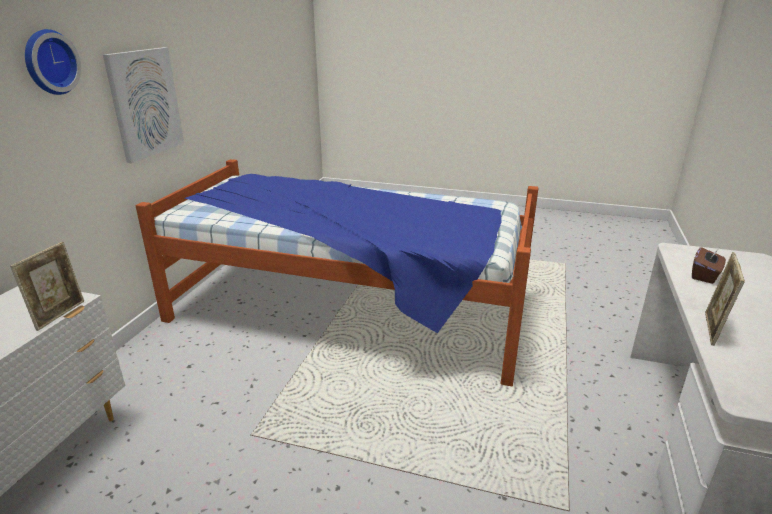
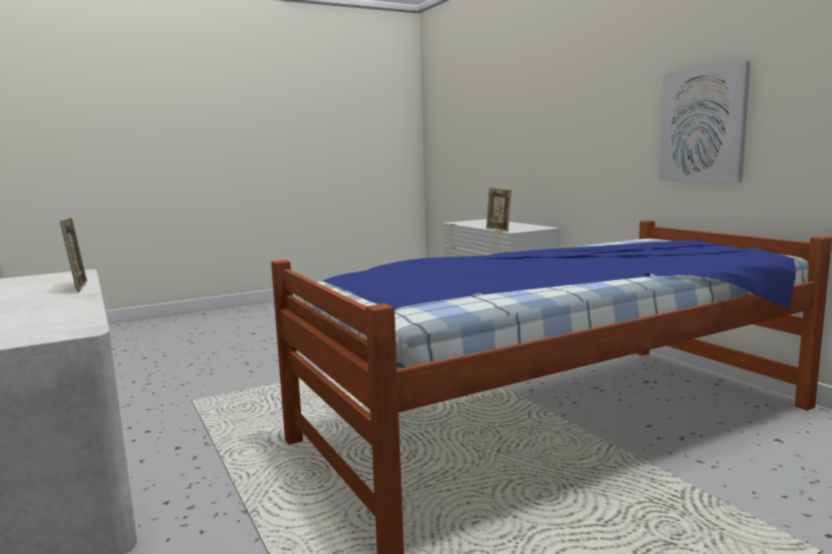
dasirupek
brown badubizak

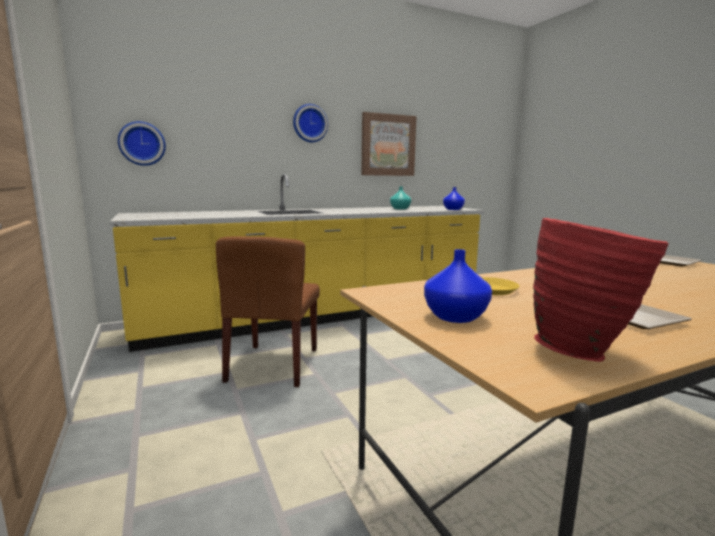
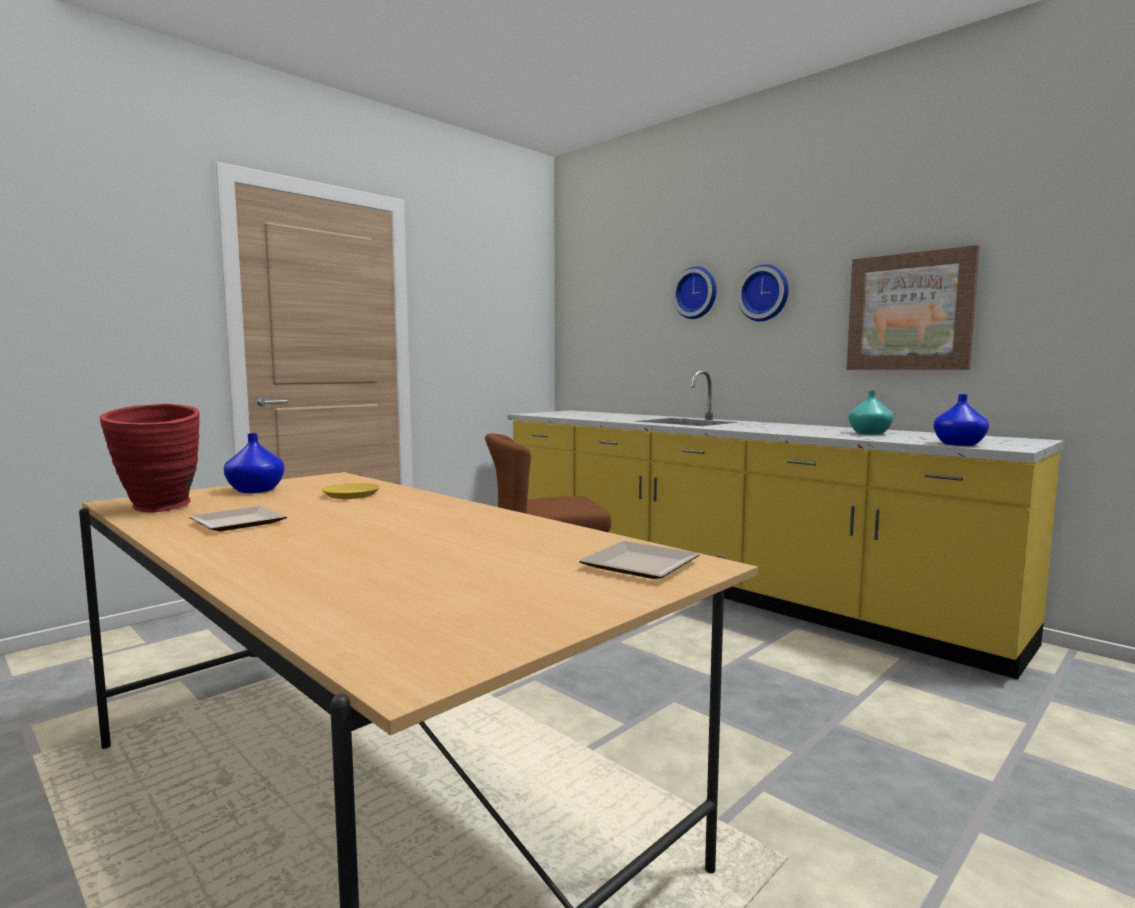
dasirupek (no. 1 from left)

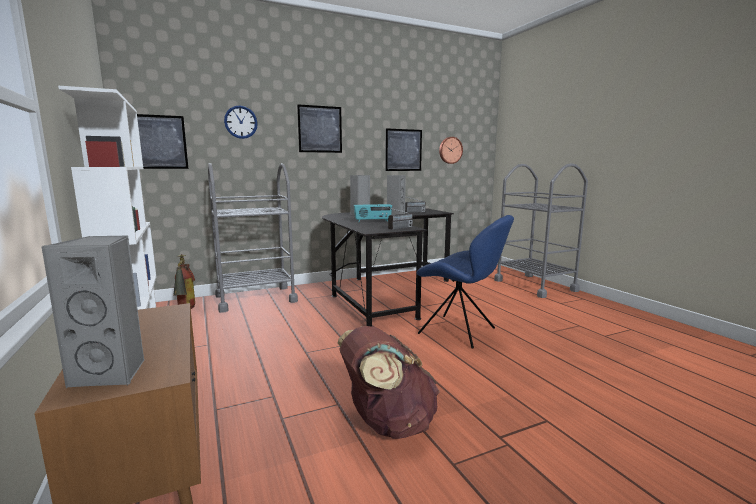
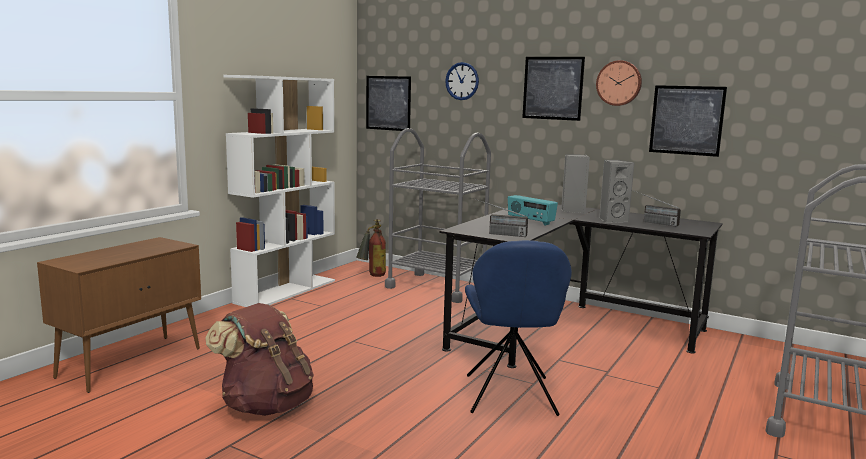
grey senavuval (no. 1 from left in the first image)
dasirupek (no. 2 from left)

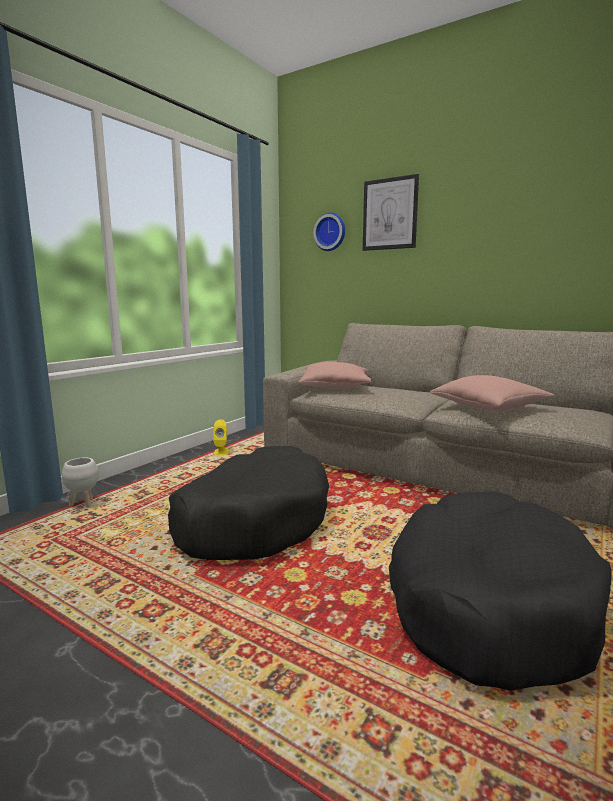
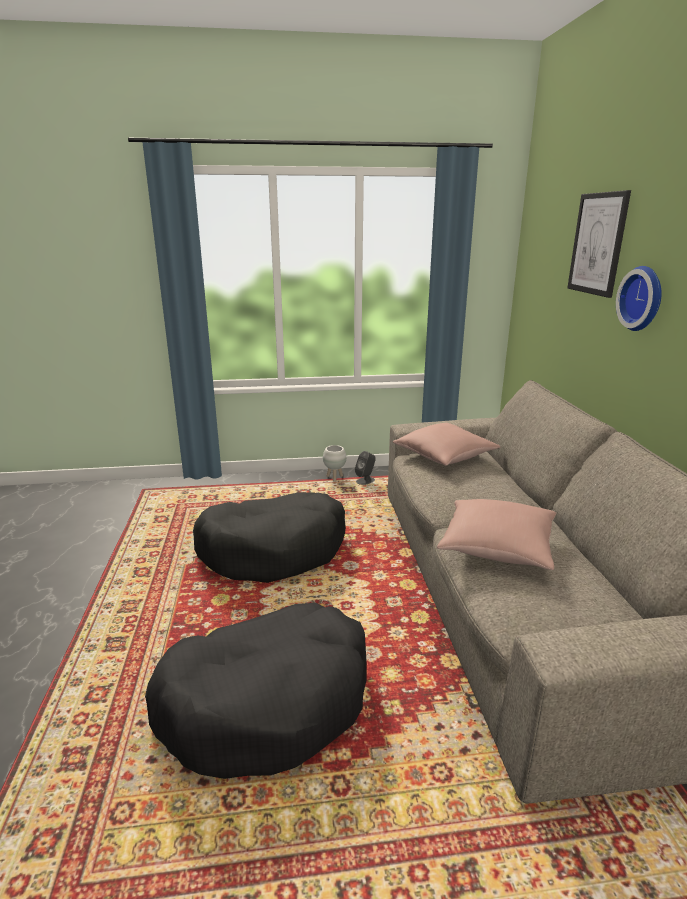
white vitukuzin
grey senavuval
dasirupek

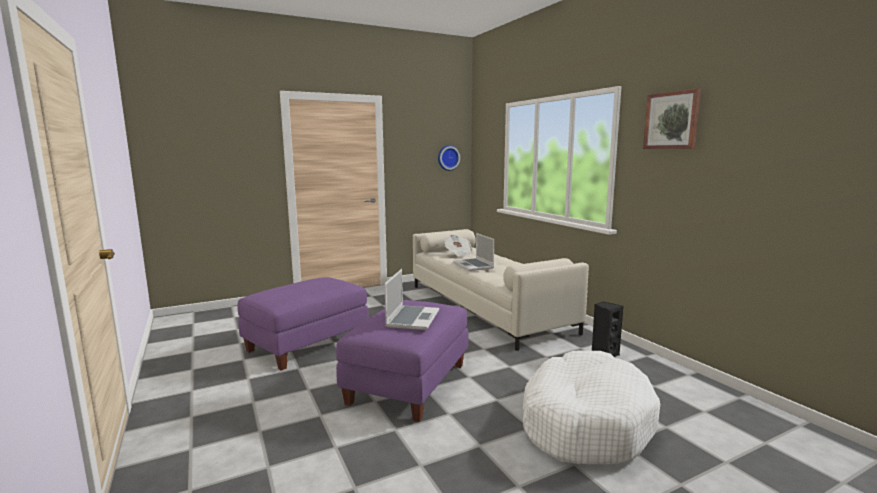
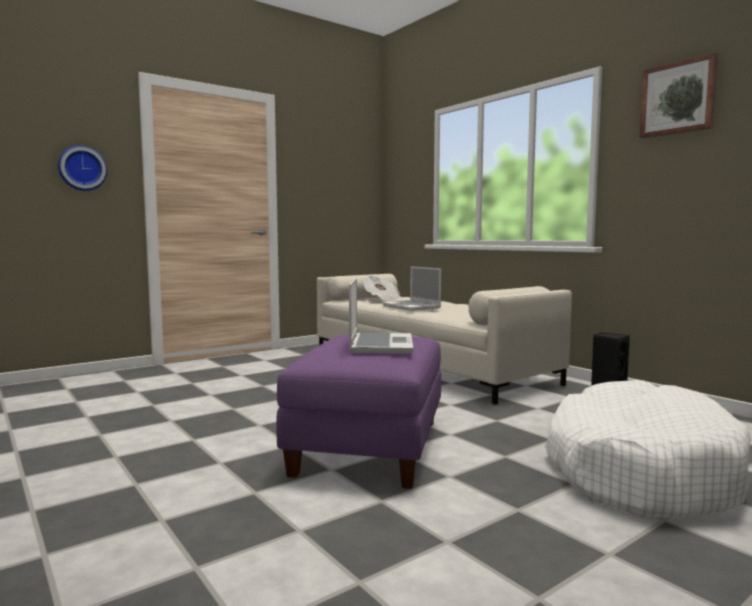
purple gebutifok (no. 1 from left in the first image)
dasirupek

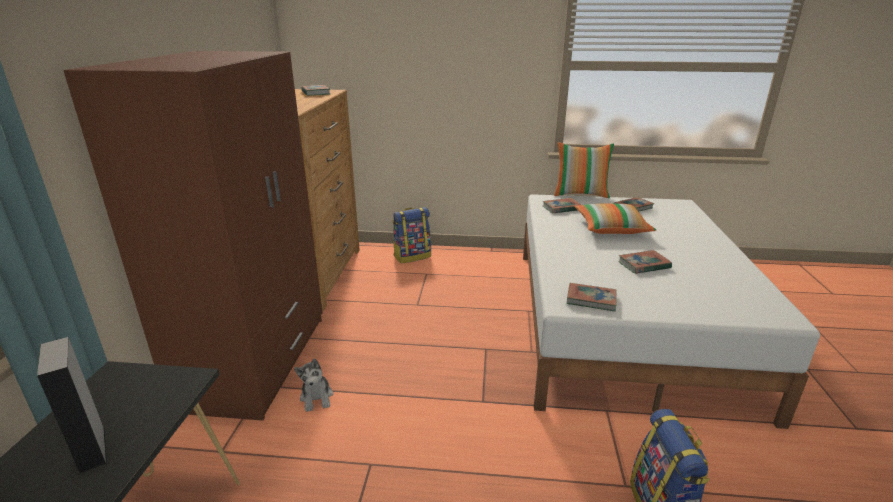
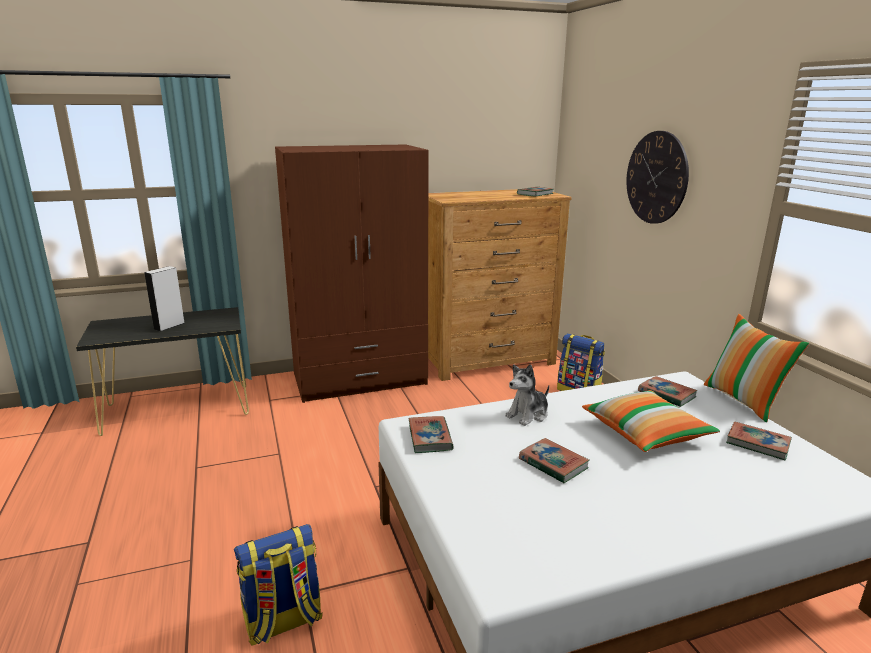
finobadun
dasirupek

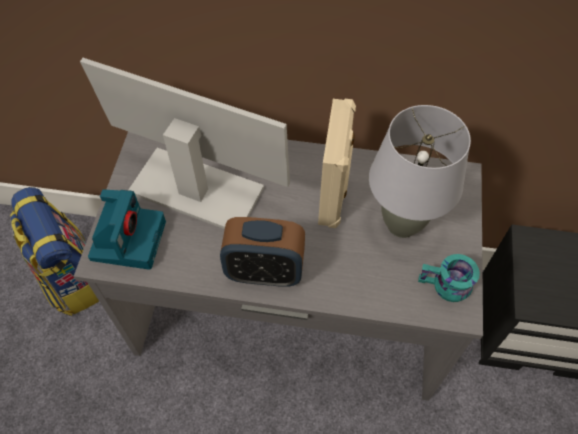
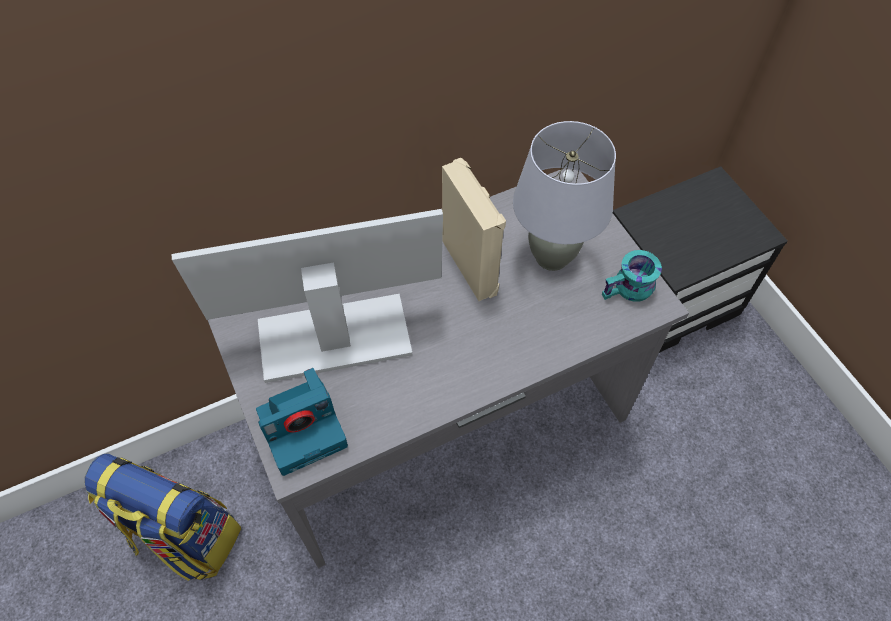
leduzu
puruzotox

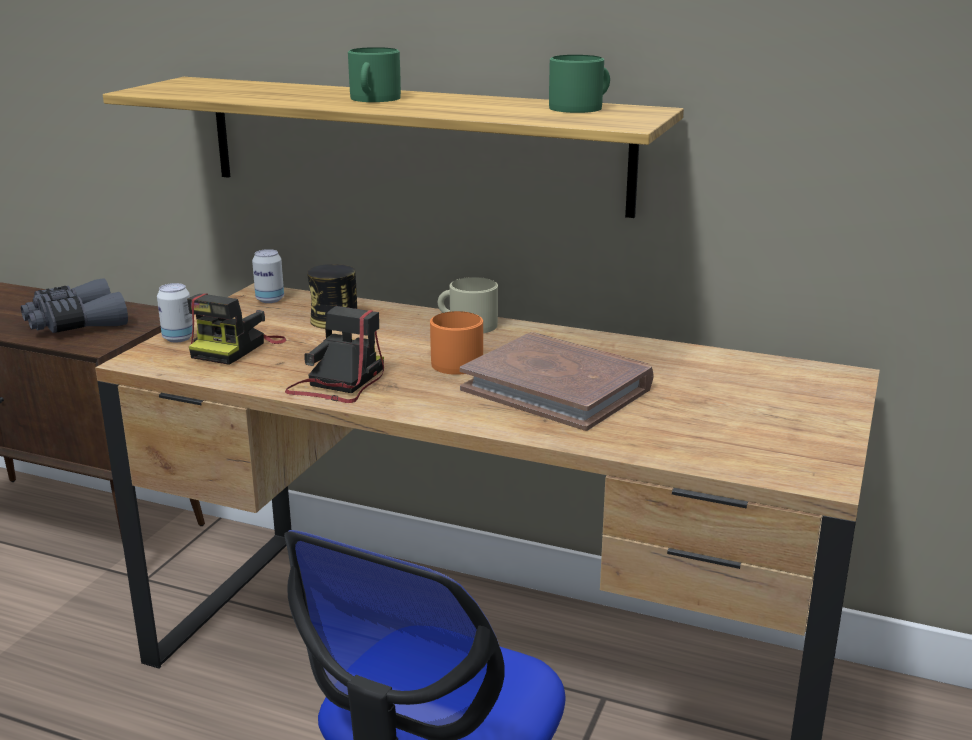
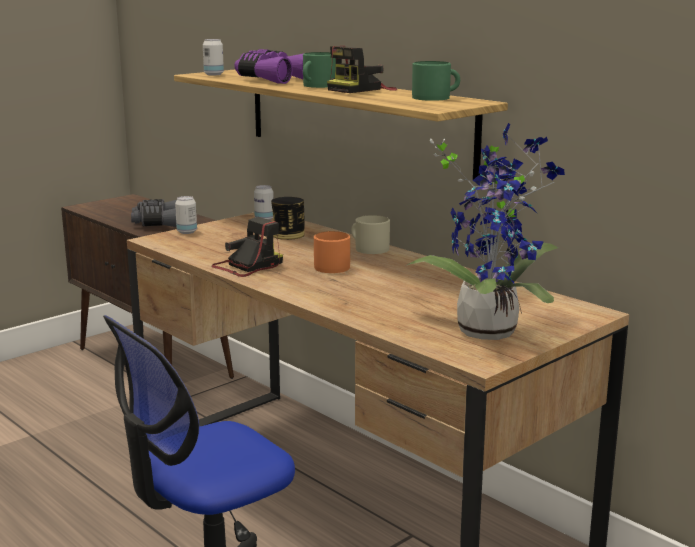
leduzu (no. 2 from left)
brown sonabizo
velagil (no. 2 from left)
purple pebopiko
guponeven

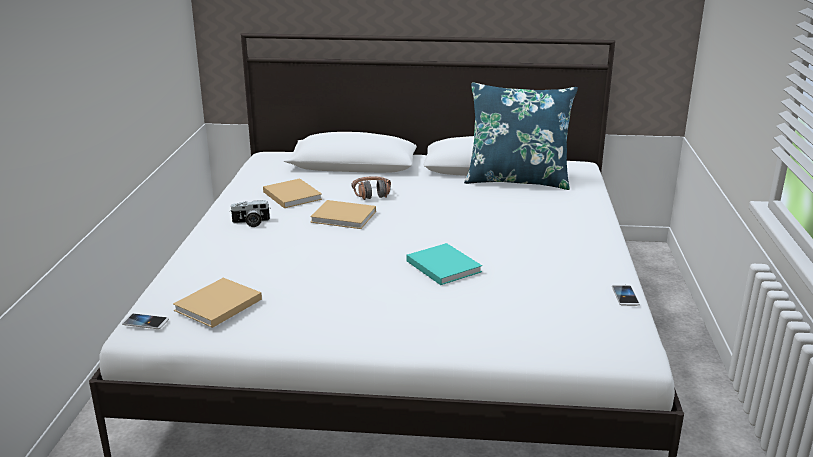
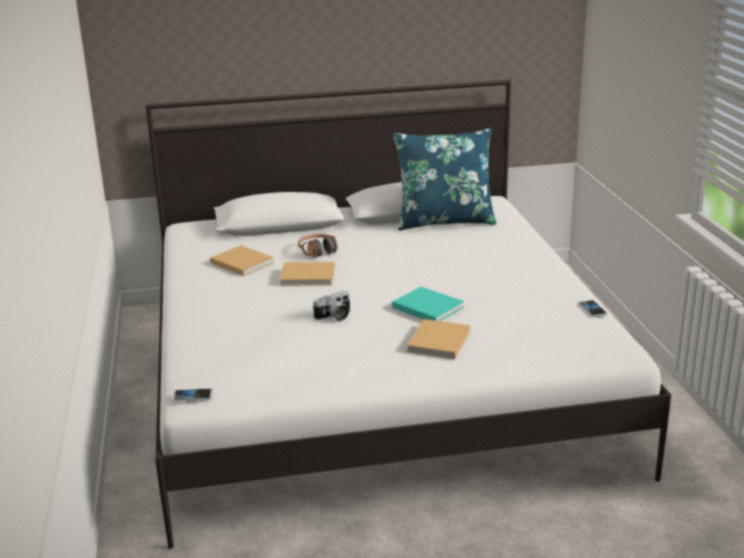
beige sonabizo (no. 3 from left)
leduzu

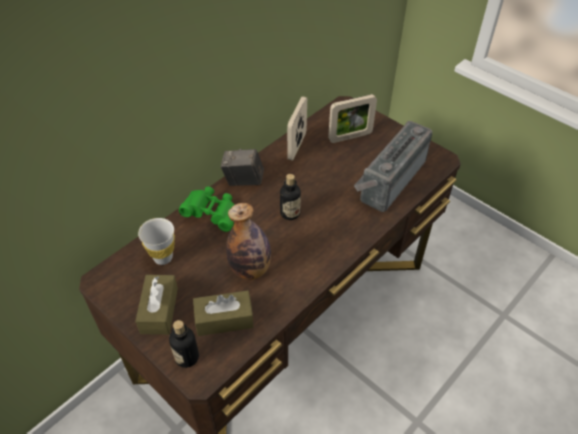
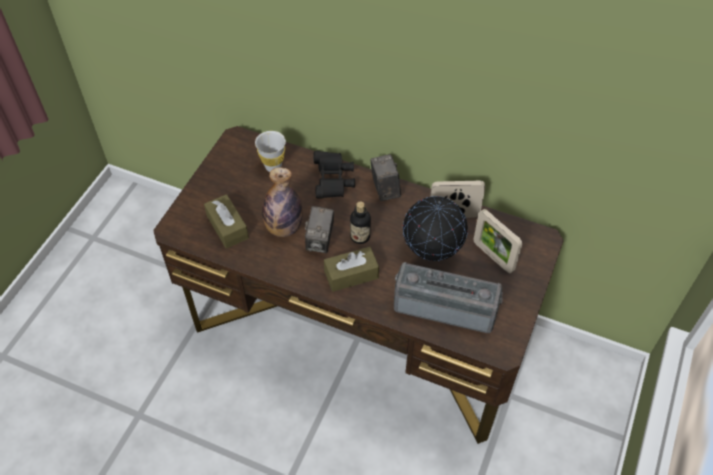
brown badubizak (no. 2 from left)
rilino (no. 1 from left in the first image)
black pebopiko
leduzu (no. 1 from left)
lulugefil

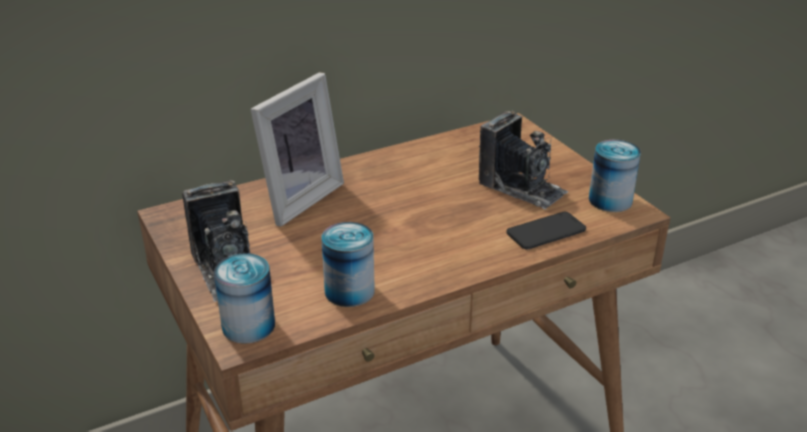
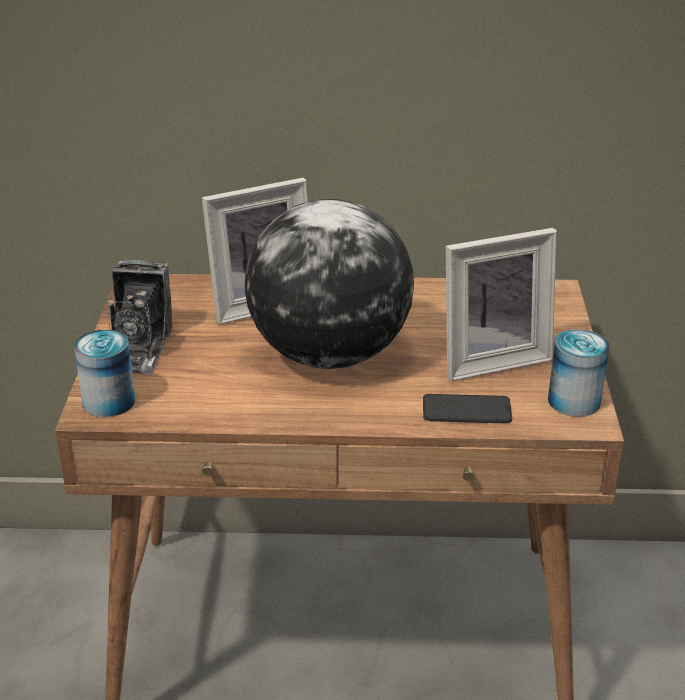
velagil (no. 2 from left in the first image)
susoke (no. 2 from left)
lulugefil

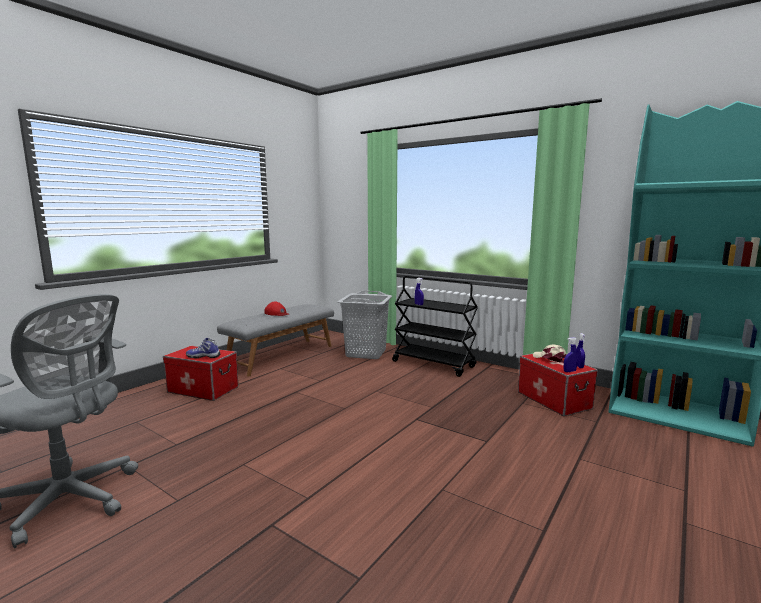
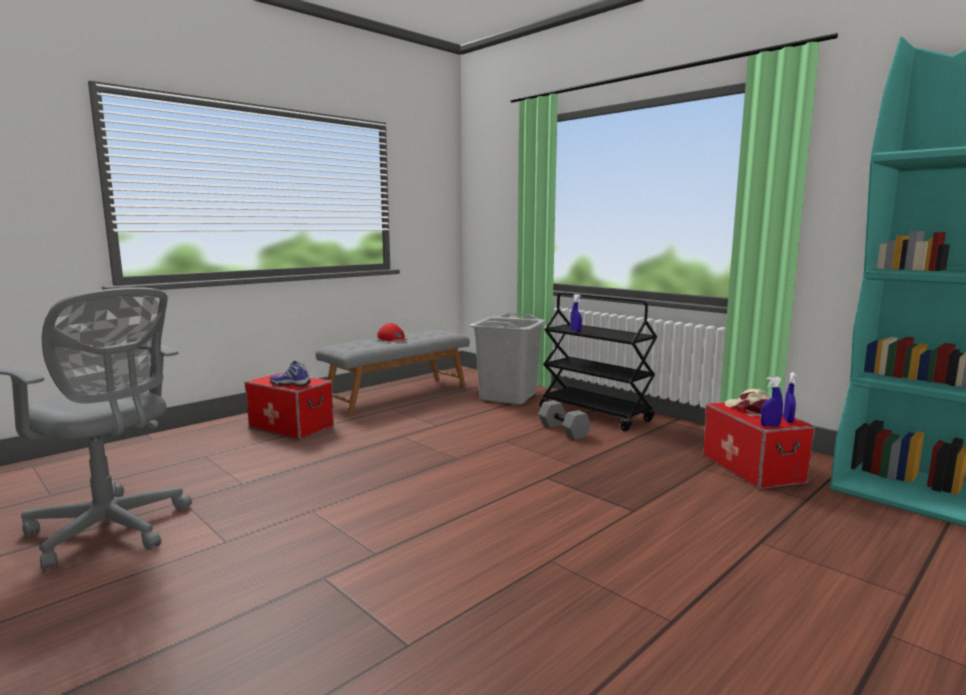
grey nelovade

